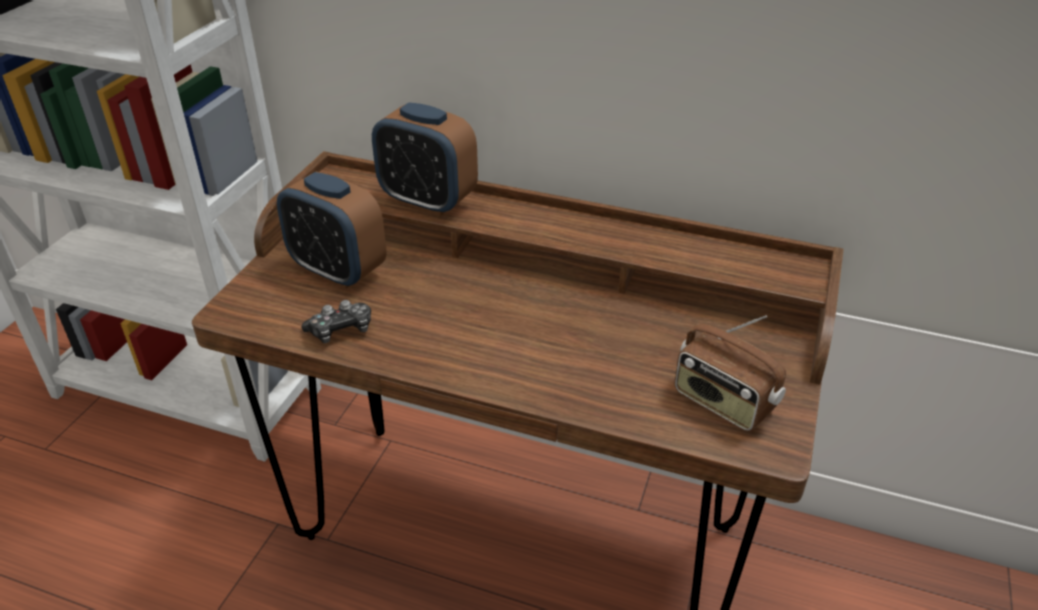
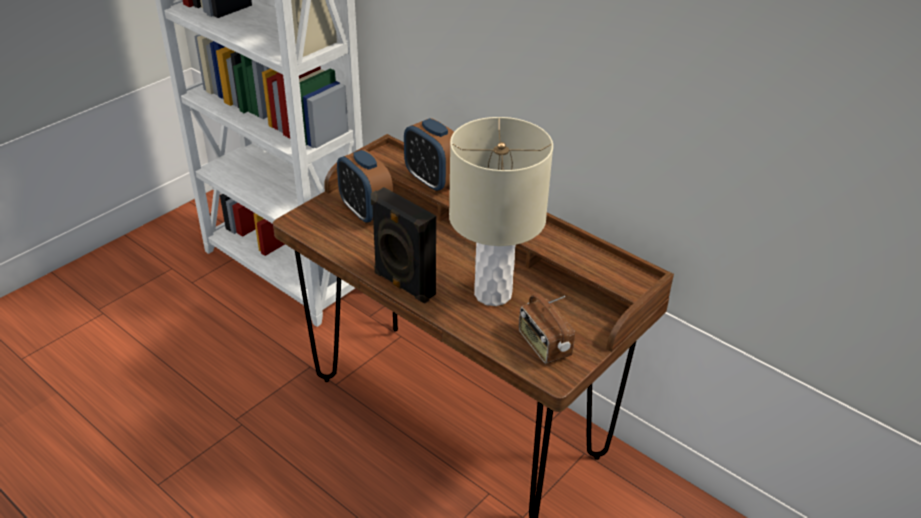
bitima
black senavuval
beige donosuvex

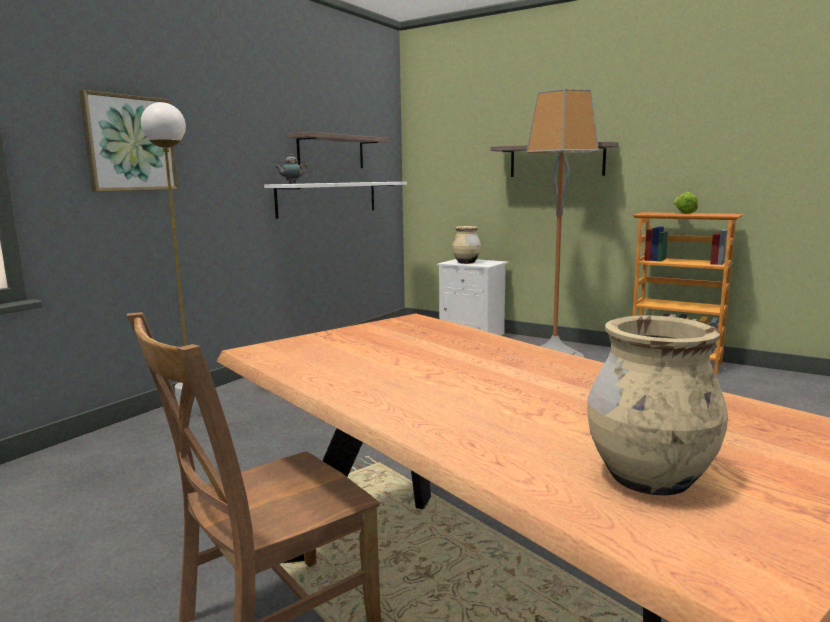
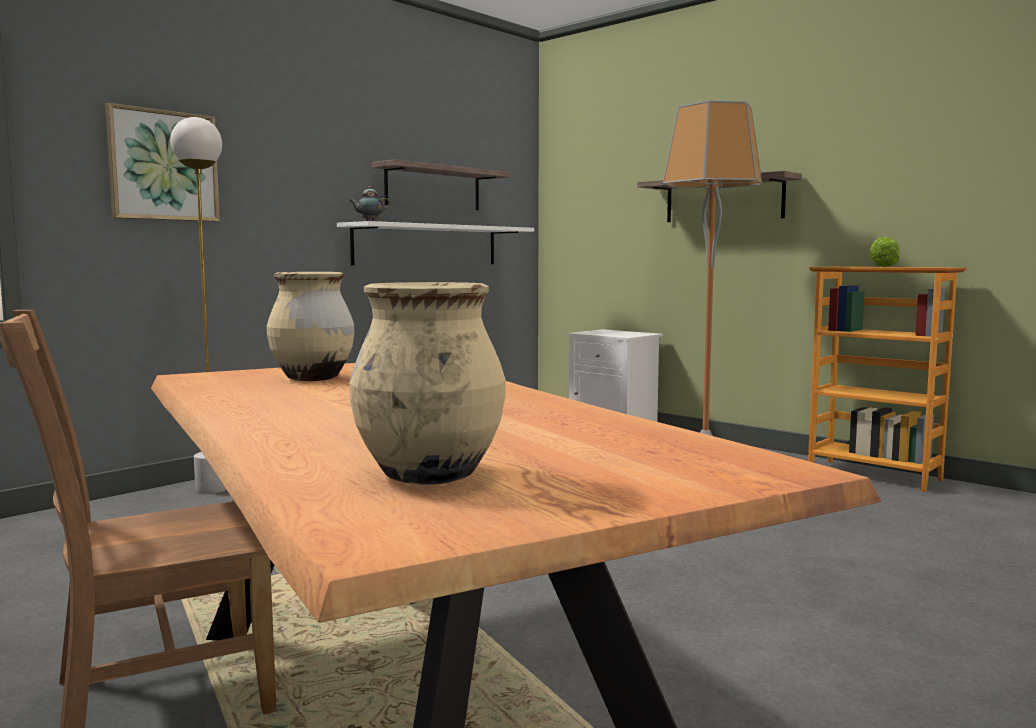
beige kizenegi (no. 1 from left)

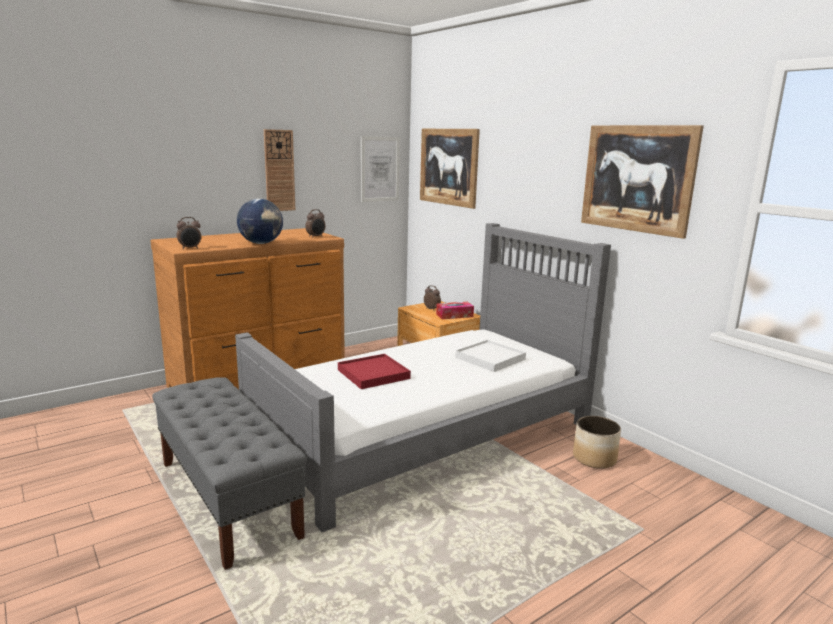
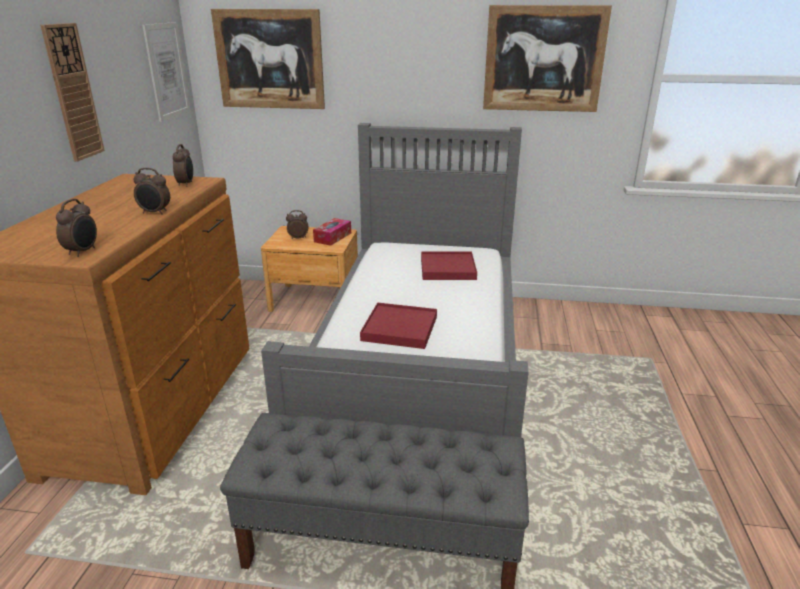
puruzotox (no. 2 from left)
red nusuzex (no. 2 from left)
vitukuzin

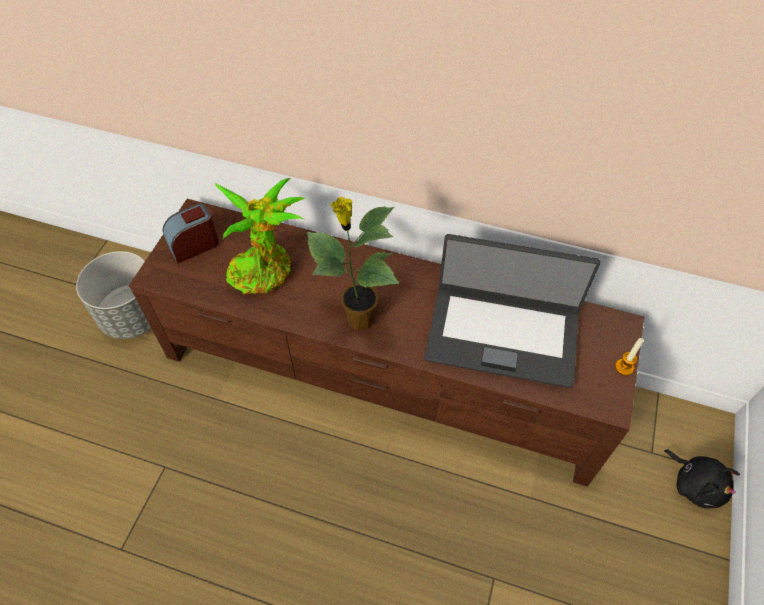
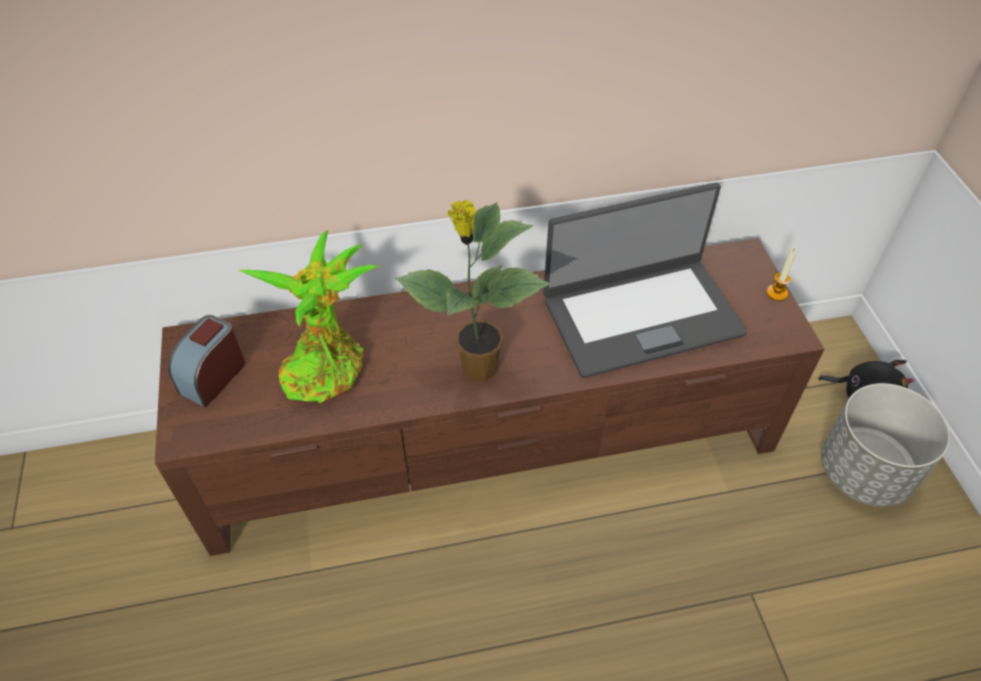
grey vitukuzin

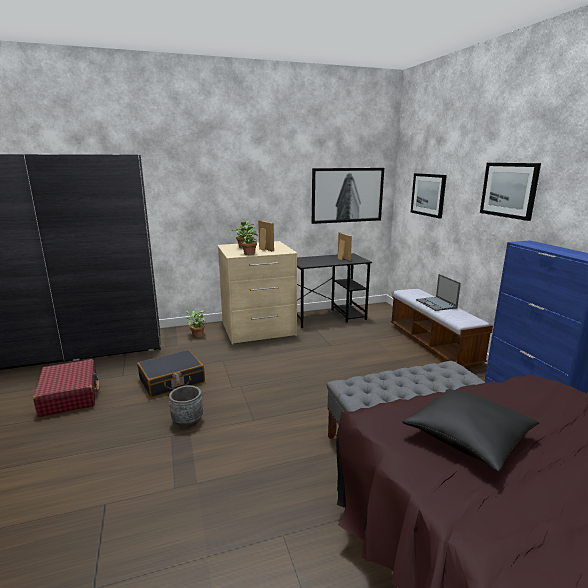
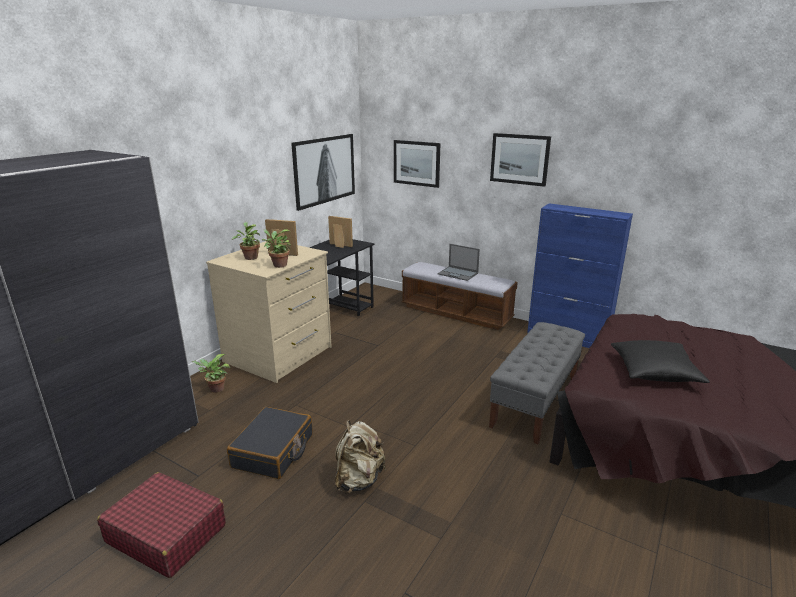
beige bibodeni

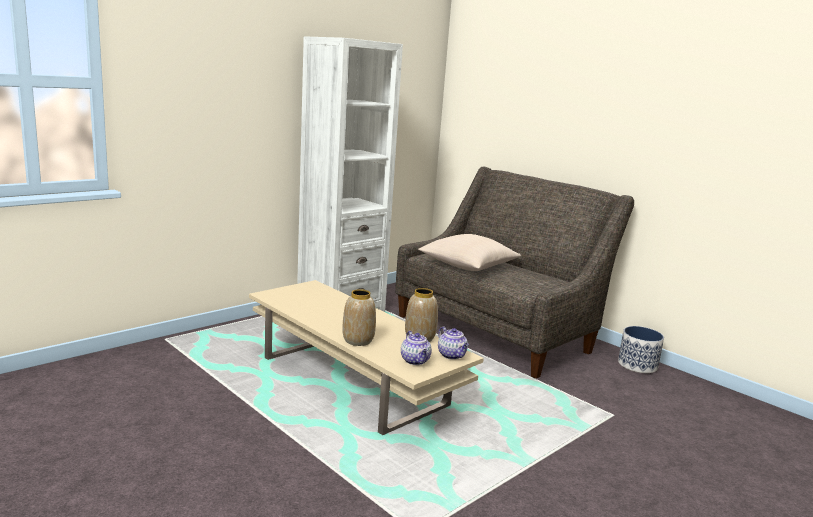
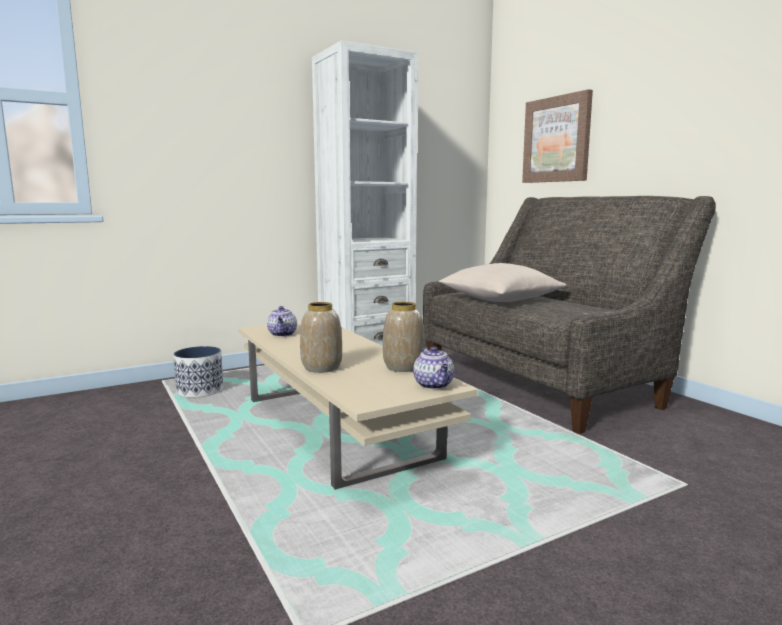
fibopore (no. 1 from left)
vitukuzin
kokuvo

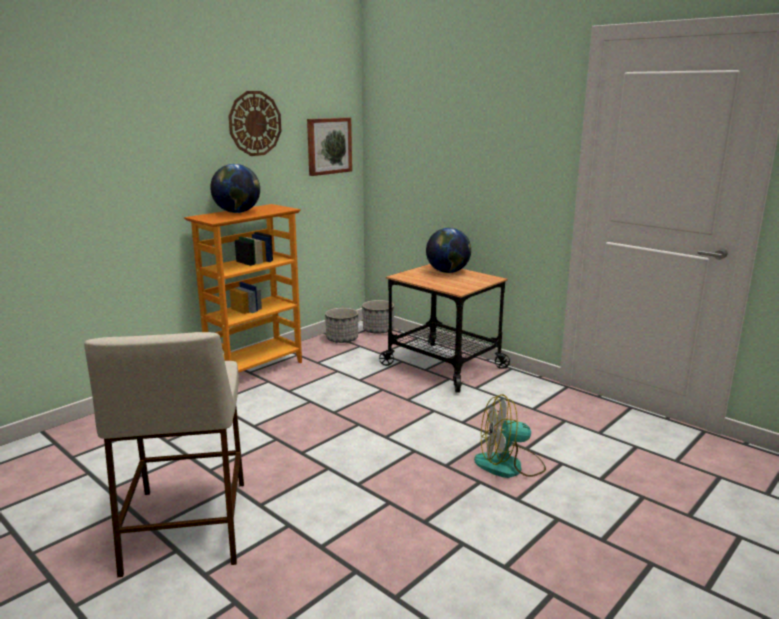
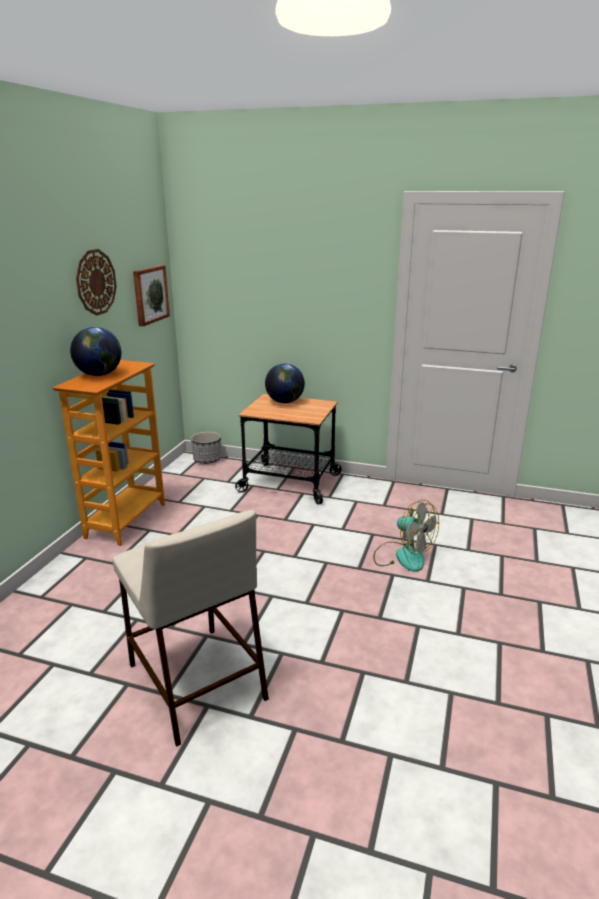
vitukuzin (no. 1 from left in the first image)
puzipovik

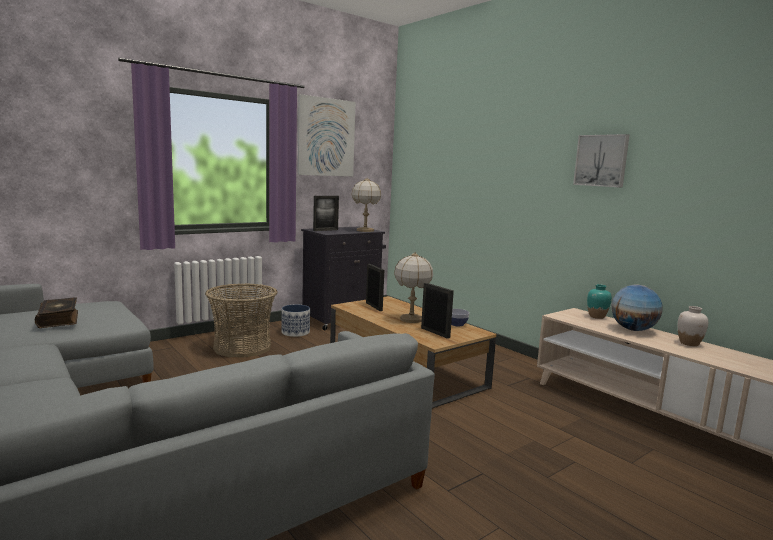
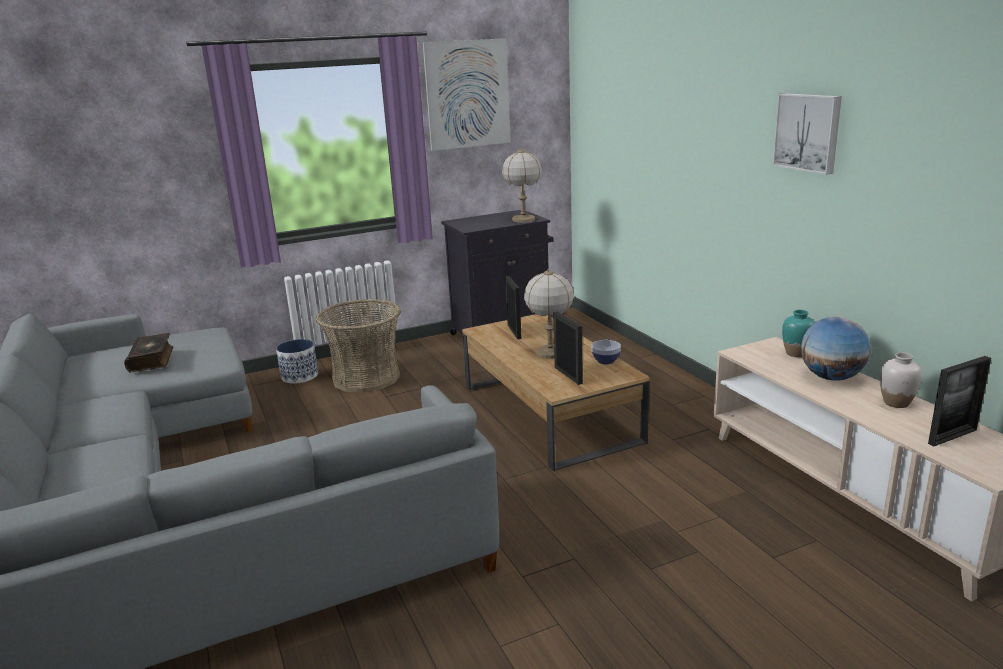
vitukuzin
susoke (no. 3 from left)

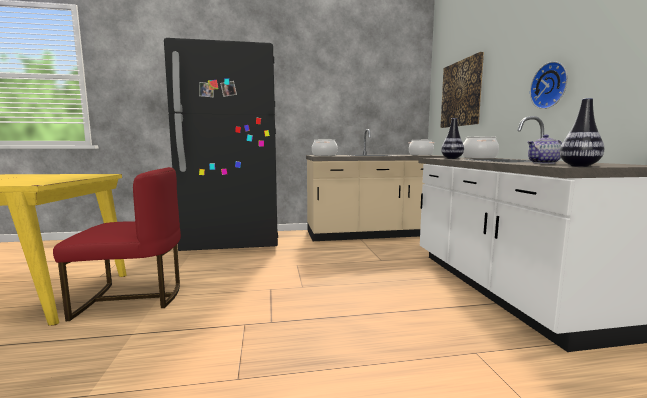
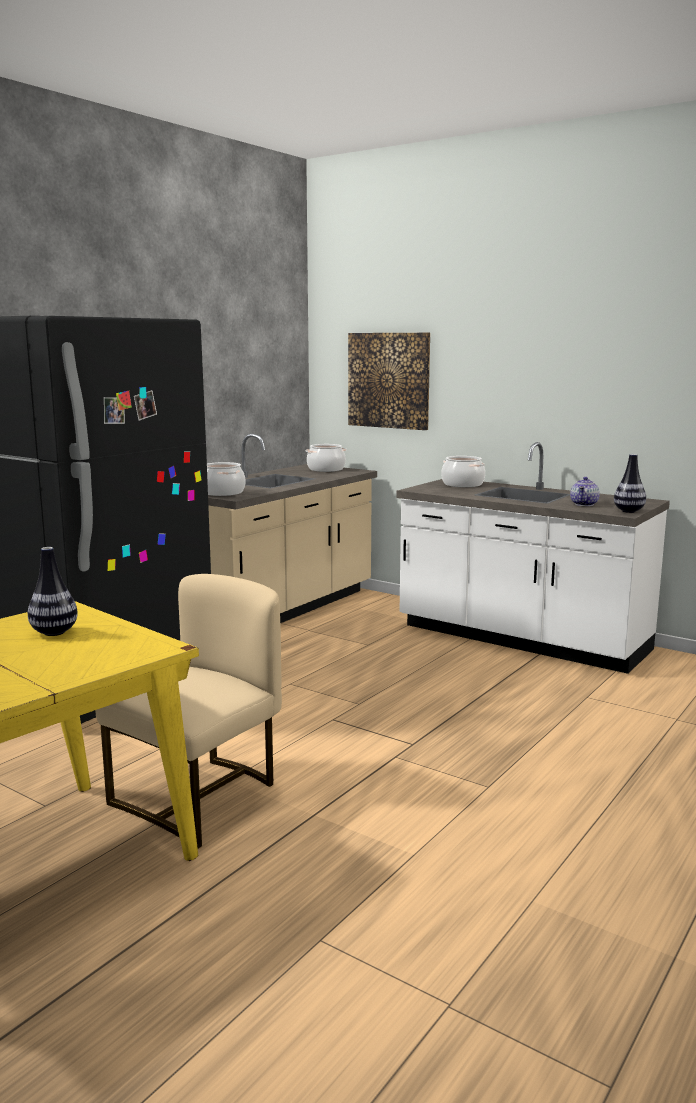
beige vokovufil
kizenegi (no. 1 from left)
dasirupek

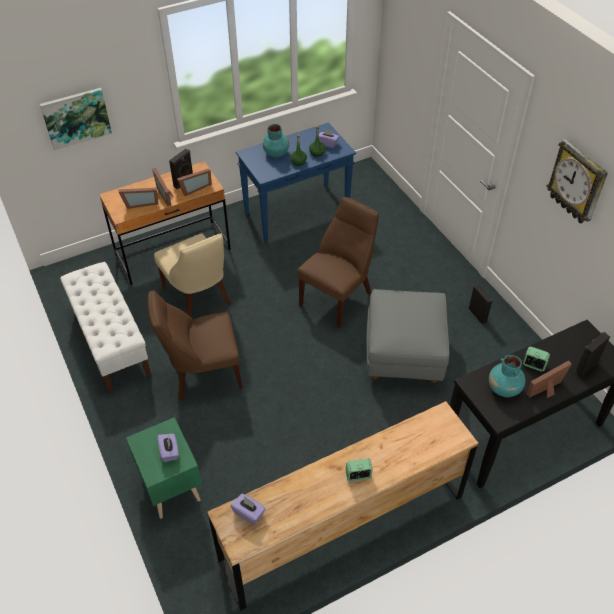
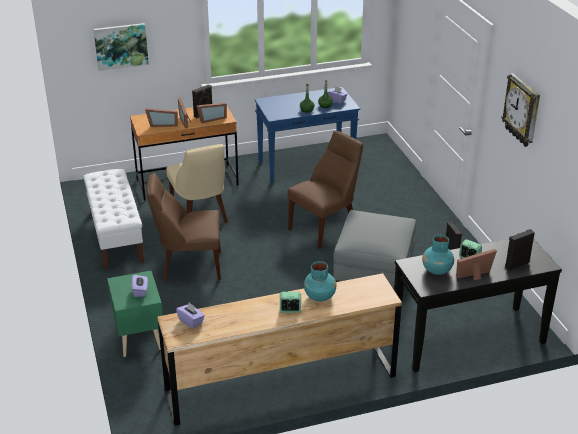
turquoise kizenegi (no. 1 from left)

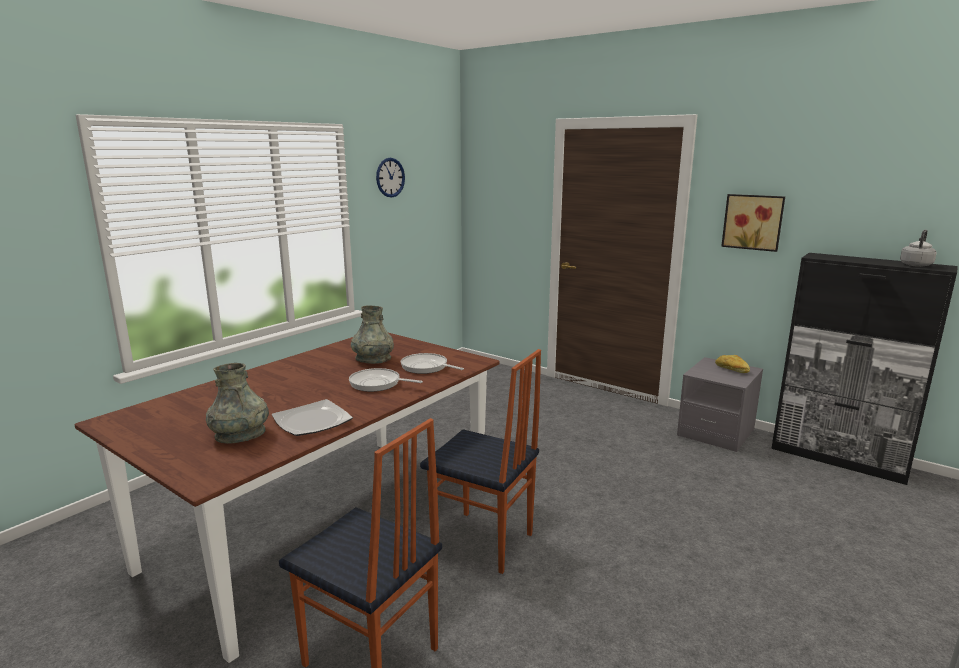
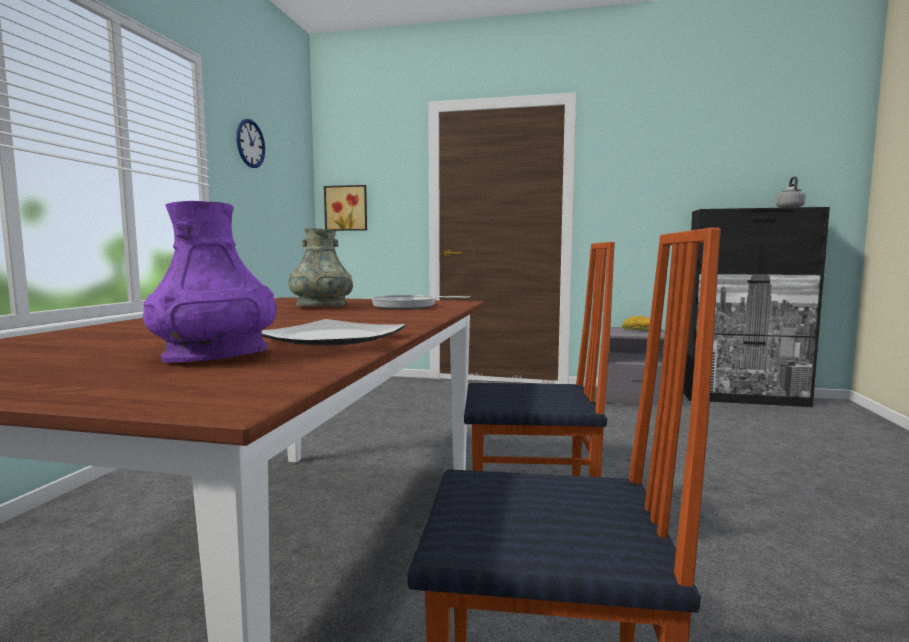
purple kizenegi
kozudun (no. 1 from left in the first image)
kokuvo

